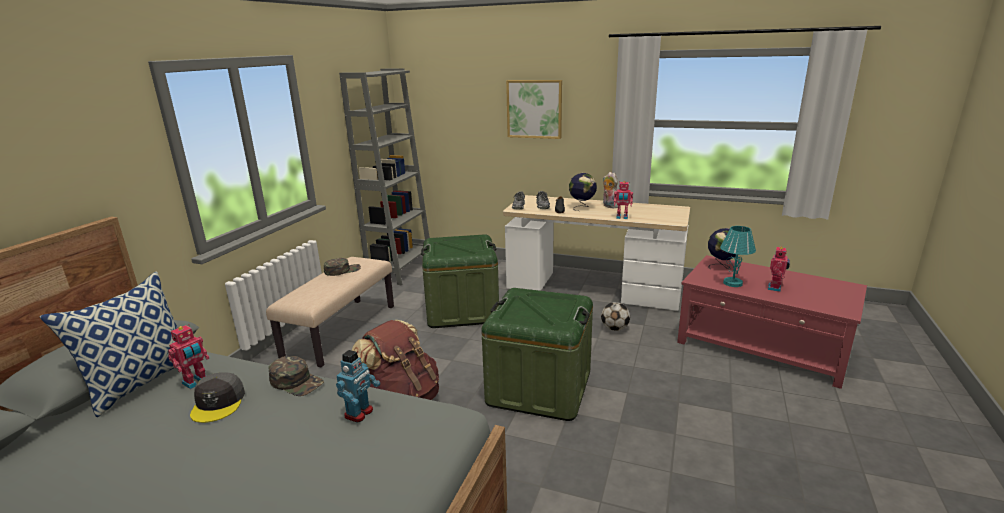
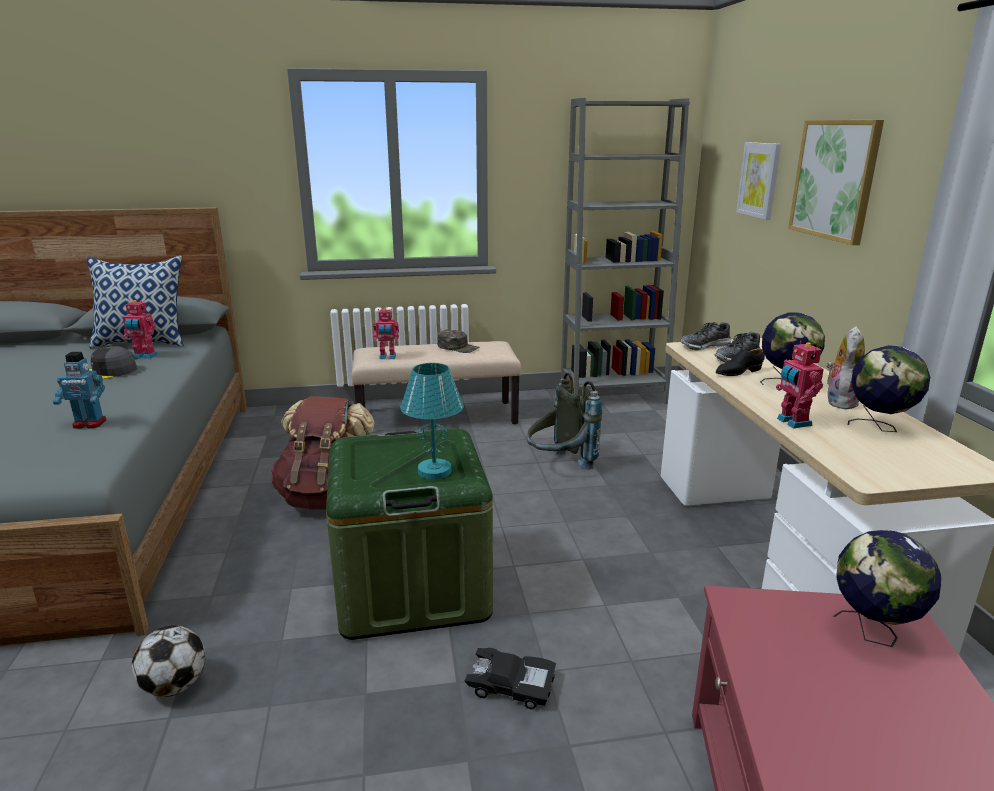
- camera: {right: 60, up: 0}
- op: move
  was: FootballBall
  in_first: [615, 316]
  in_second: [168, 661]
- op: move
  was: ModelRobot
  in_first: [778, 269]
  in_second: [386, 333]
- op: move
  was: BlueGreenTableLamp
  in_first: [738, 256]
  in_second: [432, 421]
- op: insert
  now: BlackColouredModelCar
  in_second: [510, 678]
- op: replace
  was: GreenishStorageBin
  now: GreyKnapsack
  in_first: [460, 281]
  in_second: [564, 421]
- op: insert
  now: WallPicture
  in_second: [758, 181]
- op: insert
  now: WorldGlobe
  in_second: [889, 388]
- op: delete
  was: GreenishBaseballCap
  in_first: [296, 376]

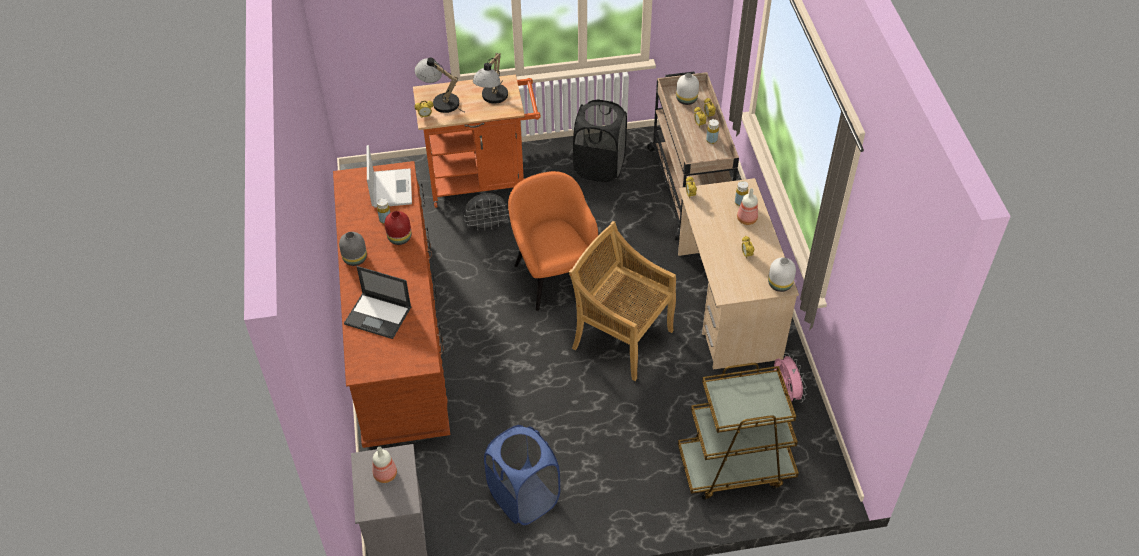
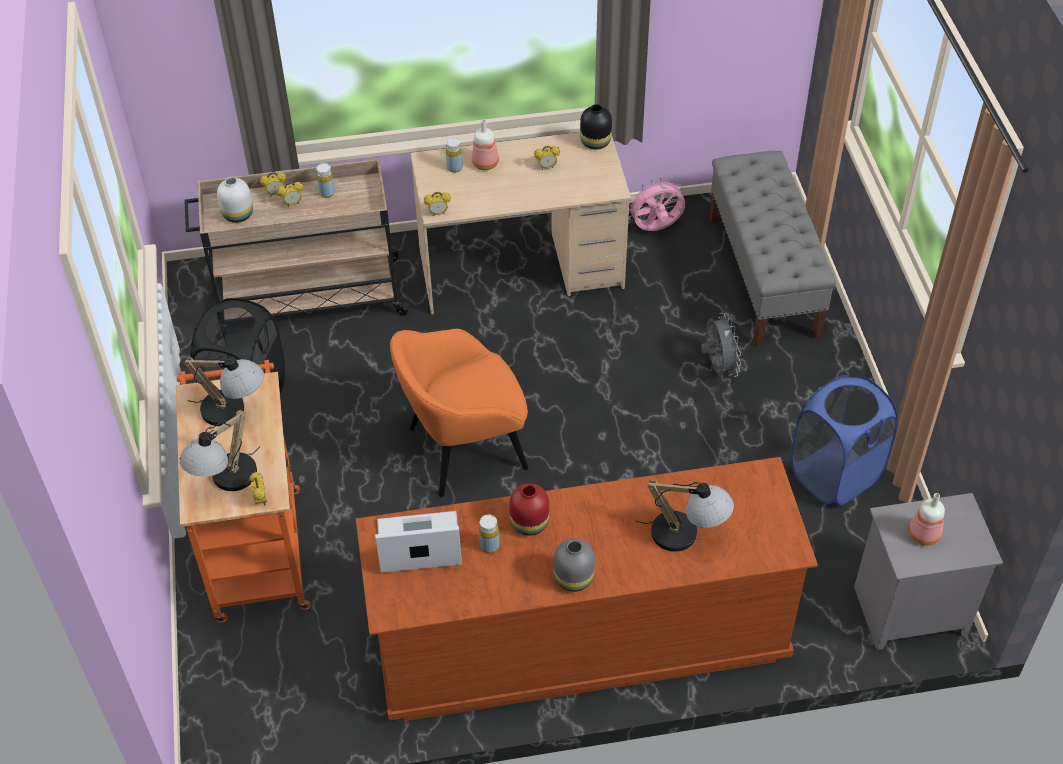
- camera: {right: -90, up: 0}
- op: recolor
  was: WhiteDecorativeVase
  now: BlackColouredDecorativeVase
  in_first: [782, 274]
  in_second: [596, 127]
- op: replace
  was: PortableComputer
  now: TableLamp
  in_first: [377, 302]
  in_second: [685, 516]
- op: move
  was: GreyCoolingFan
  in_first: [486, 211]
  in_second: [721, 345]
- op: replace
  was: BrownTrolley
  now: GreyLongSeat
  in_first: [738, 431]
  in_second: [773, 249]
- op: delete
  was: SandColouredPlainChair
  in_first: [622, 301]

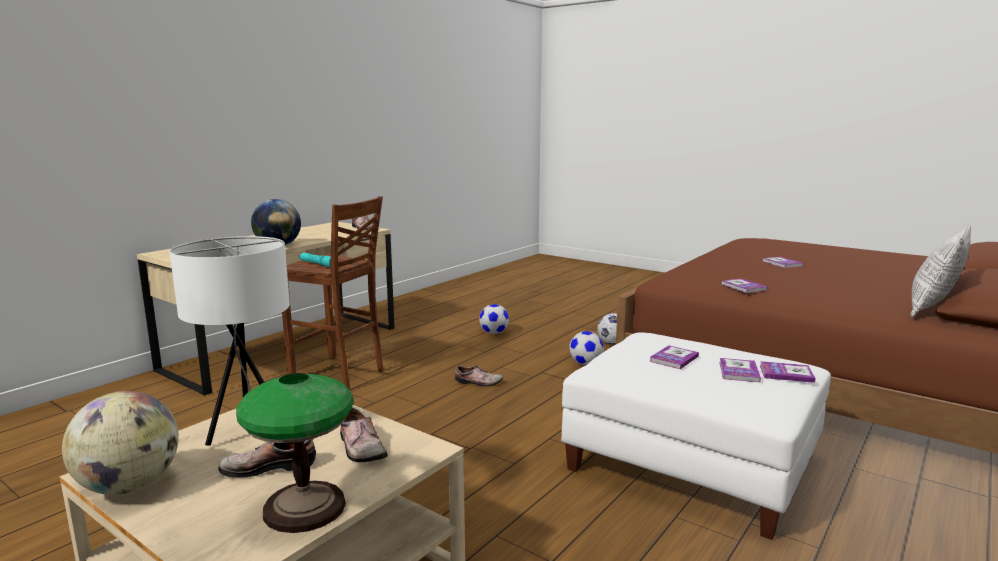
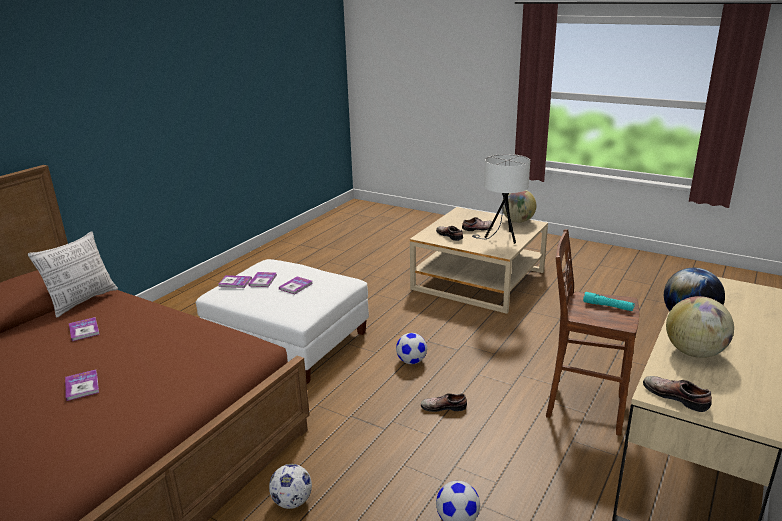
- camera: {right: 175, up: 10}
- op: move
  was: BoundBook
  in_first: [744, 285]
  in_second: [84, 329]
- op: move
  was: FootballBall
  in_first: [586, 348]
  in_second: [411, 348]
- op: insert
  now: WorldGlobe
  in_second: [700, 327]
- op: delete
  was: TableLamp
  in_first: [295, 453]

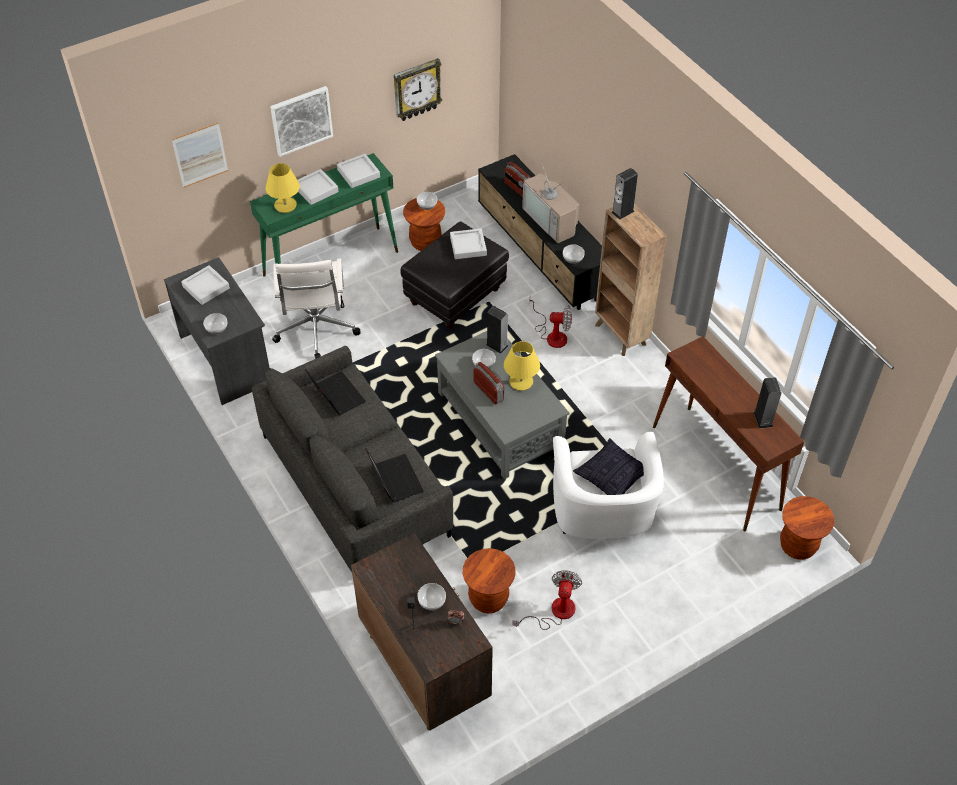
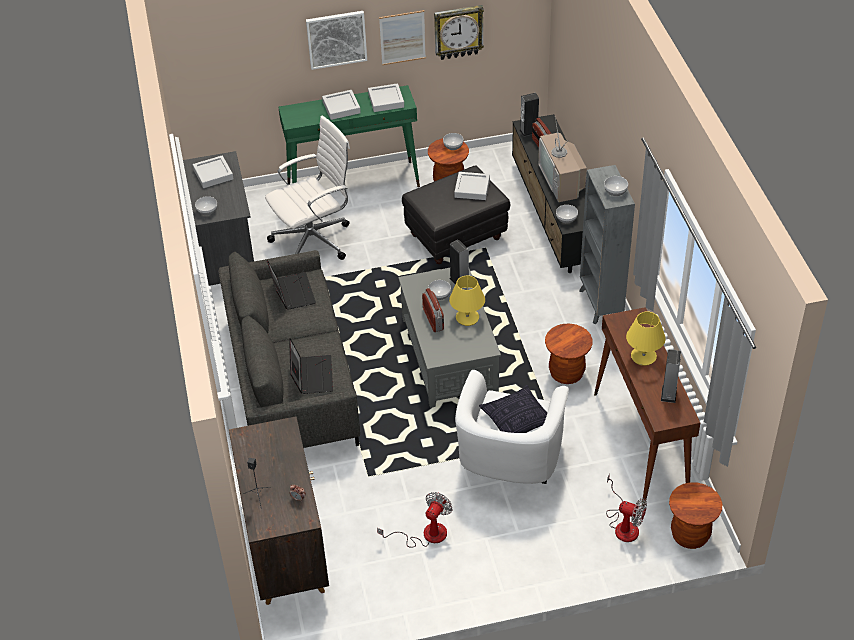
- camera: {right: 20, up: -5}
- op: rotate
  was: WhiteDeskChair
  in_first: [316, 308]
  in_second: [307, 188]
  clockwise: -135
- op: move
  was: WallPicture
  in_first: [200, 155]
  in_second: [402, 37]
- op: move
  was: Speaker
  in_first: [624, 193]
  in_second: [529, 115]
- op: move
  was: BrownStool
  in_first: [489, 580]
  in_second: [568, 354]
- op: recolor
  was: BrownShelvingUnit
  now: GreyShelvingUnit
  in_first: [631, 279]
  in_second: [607, 244]
- op: move
  was: Bowl
  in_first: [431, 596]
  in_second: [616, 186]
- op: move
  was: CoolingFan
  in_first: [550, 324]
  in_second: [626, 507]
- op: move
  was: YellowishTableLamp
  in_first: [282, 188]
  in_second: [646, 338]

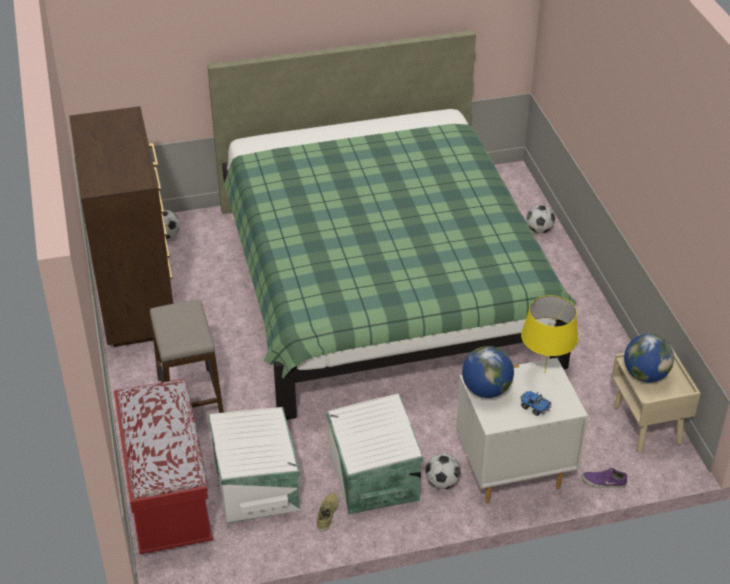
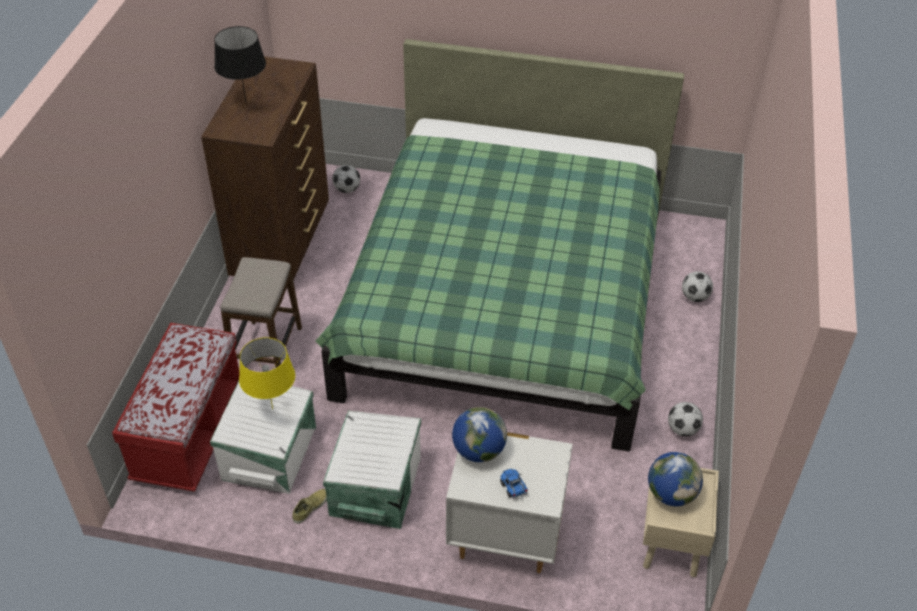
- camera: {right: 25, up: 5}
- op: insert
  now: BlackColouredTableLamp
  in_second: [240, 63]
- op: move
  was: YellowishTableLamp
  in_first: [549, 333]
  in_second: [267, 373]
- op: move
  was: FootballBall
  in_first: [443, 471]
  in_second: [685, 419]
- op: delete
  was: PurplishItemOfFootwear
  in_first: [604, 478]

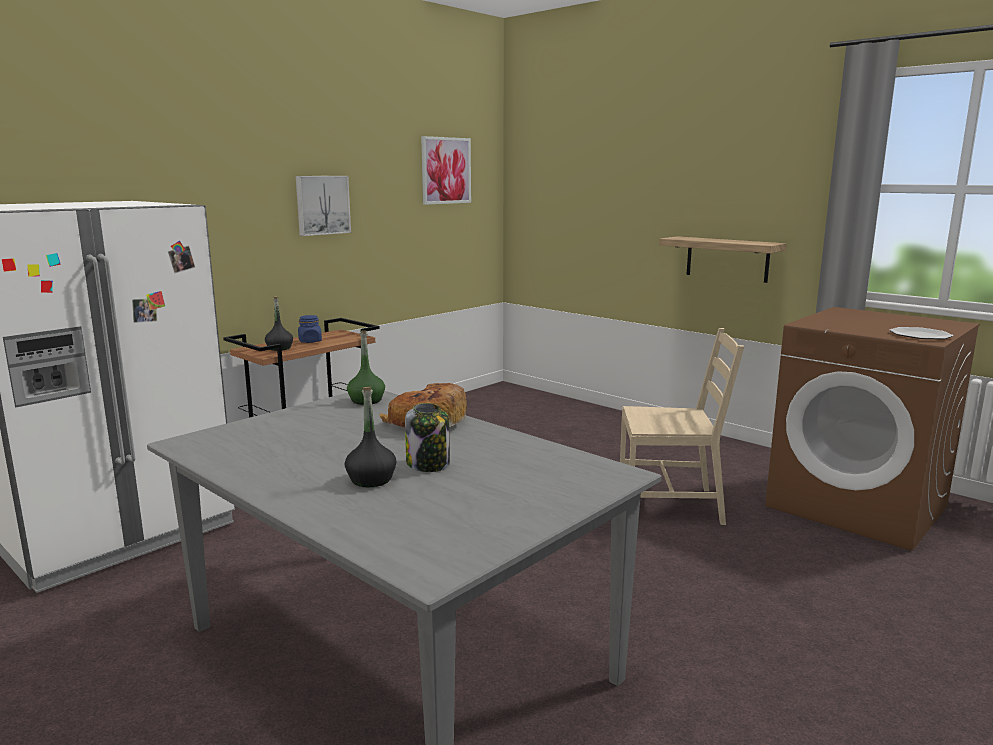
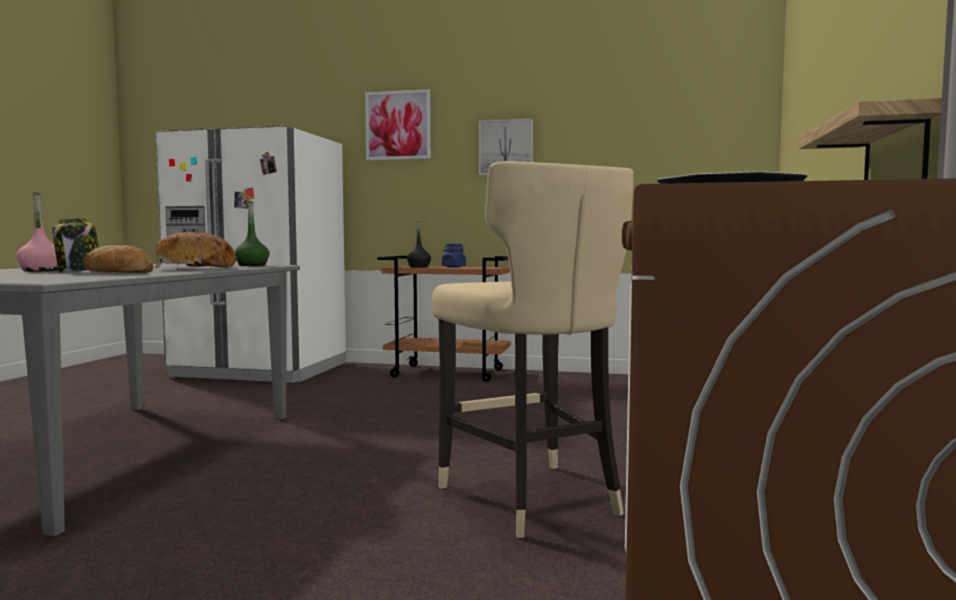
- camera: {right: 60, up: -10}
- op: recolor
  was: BlackColouredBottle
  now: PinkColouredBottle
  in_first: [370, 437]
  in_second: [37, 231]
- op: insert
  now: BakedBread
  in_second: [117, 259]
- op: move
  was: WallPicture
  in_first: [446, 170]
  in_second: [398, 125]
- op: replace
  was: SandColouredPlainChair
  now: SandColouredStool
  in_first: [682, 426]
  in_second: [532, 349]

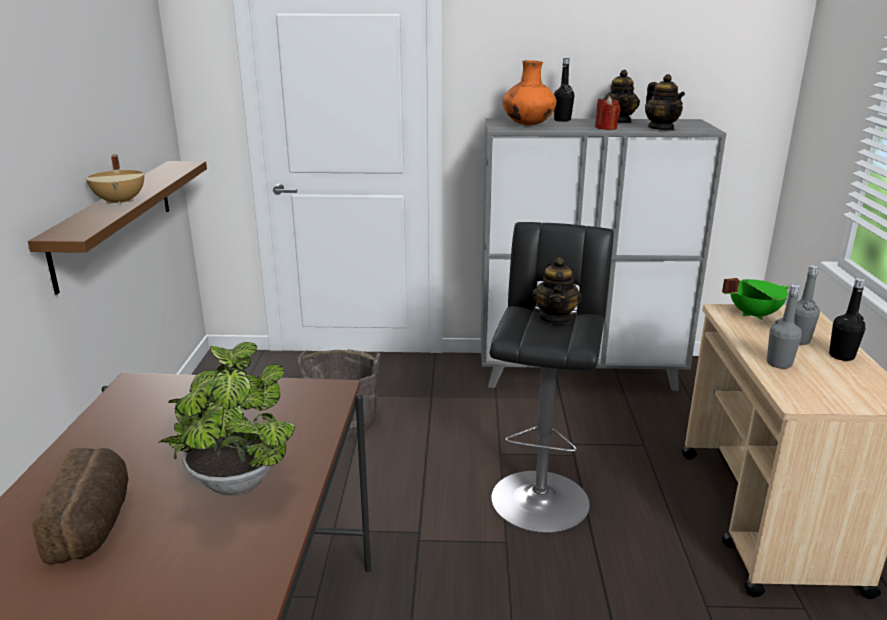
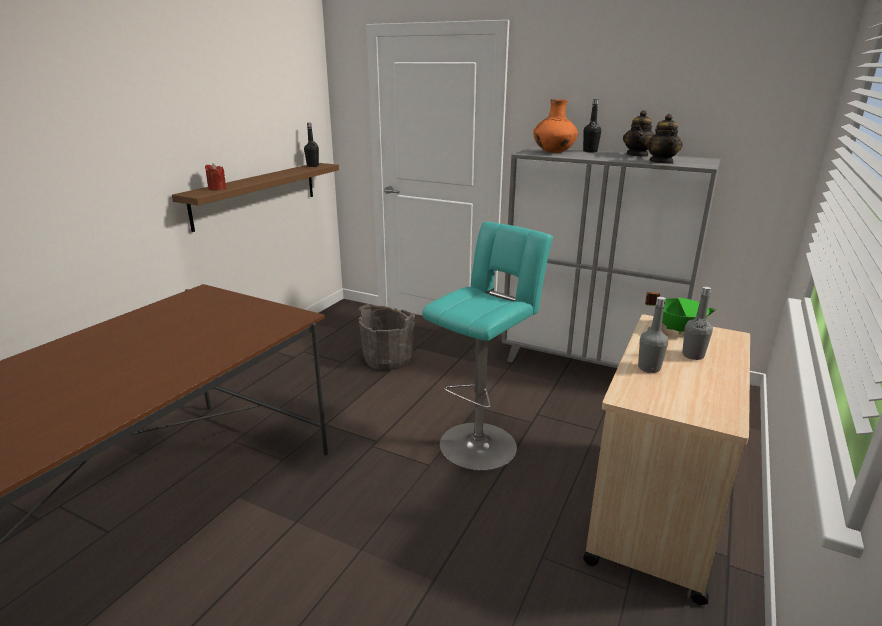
- camera: {right: 25, up: 0}
- op: move
  was: RedWaxCandle
  in_first: [607, 113]
  in_second: [215, 177]
- op: move
  was: BlackColouredBottle
  in_first: [847, 319]
  in_second: [311, 145]
- op: recolor
  was: BlackColouredStool
  now: BlueGreenStool
  in_first: [551, 377]
  in_second: [487, 346]
- op: delete
  was: BakedBread
  in_first: [80, 506]
- op: delete
  was: SandColouredSaucepot
  in_first: [115, 180]
- op: delete
  was: PottedPlant
  in_first: [226, 418]
- op: delete
  was: Teapot
  in_first: [557, 291]

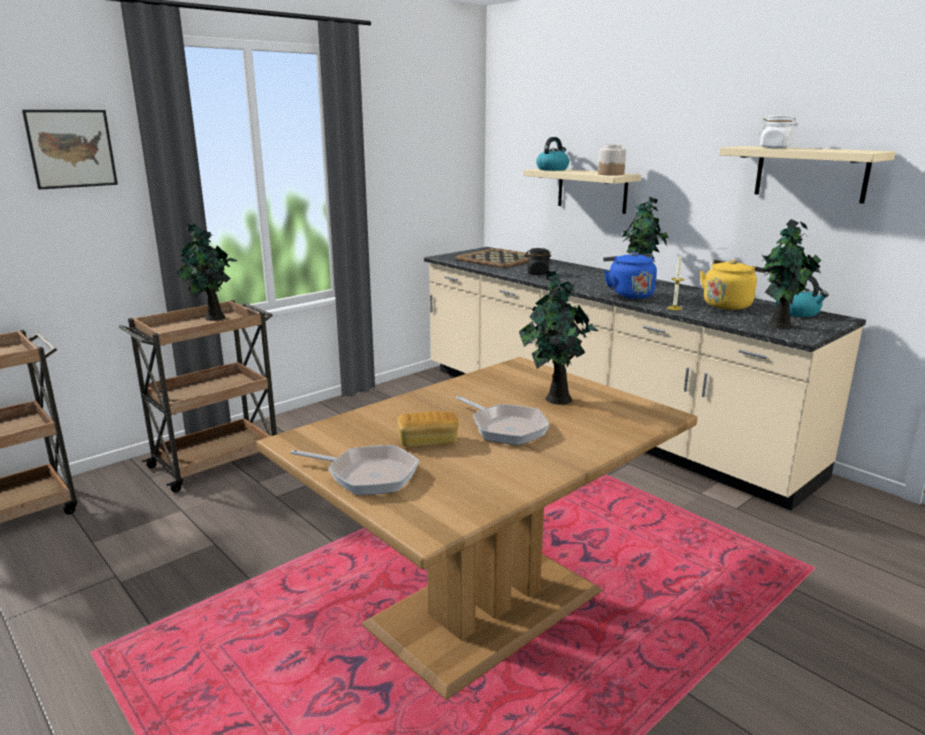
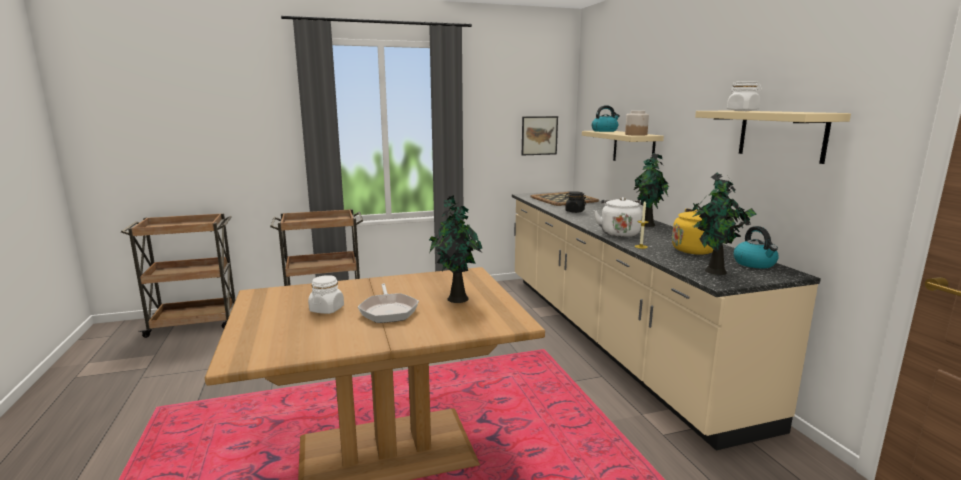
- camera: {right: 25, up: -5}
- op: replace
  was: BakedBread
  now: WhiteStorageJar
  in_first: [428, 429]
  in_second: [326, 294]
- op: move
  was: WallPicture
  in_first: [70, 150]
  in_second: [540, 135]
- op: recolor
  was: BlueColouredWaterKettle
  now: WhiteWaterKettle
  in_first: [630, 276]
  in_second: [618, 217]
- op: delete
  was: PottedPlant
  in_first: [206, 272]
- op: delete
  was: Skillet
  in_first: [355, 470]

